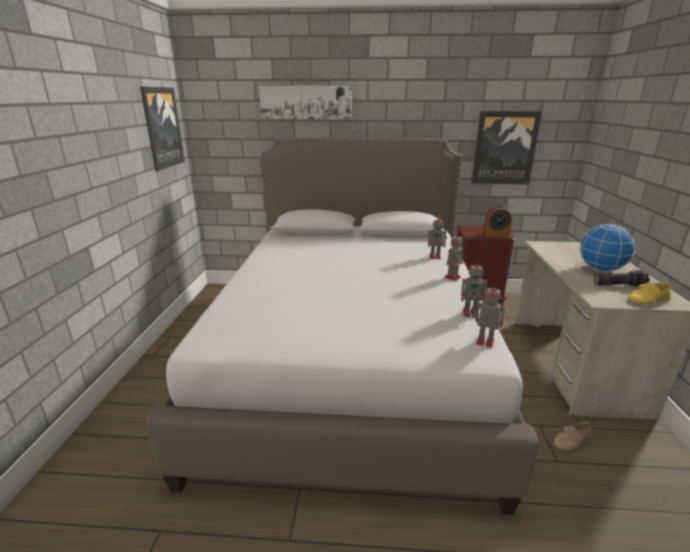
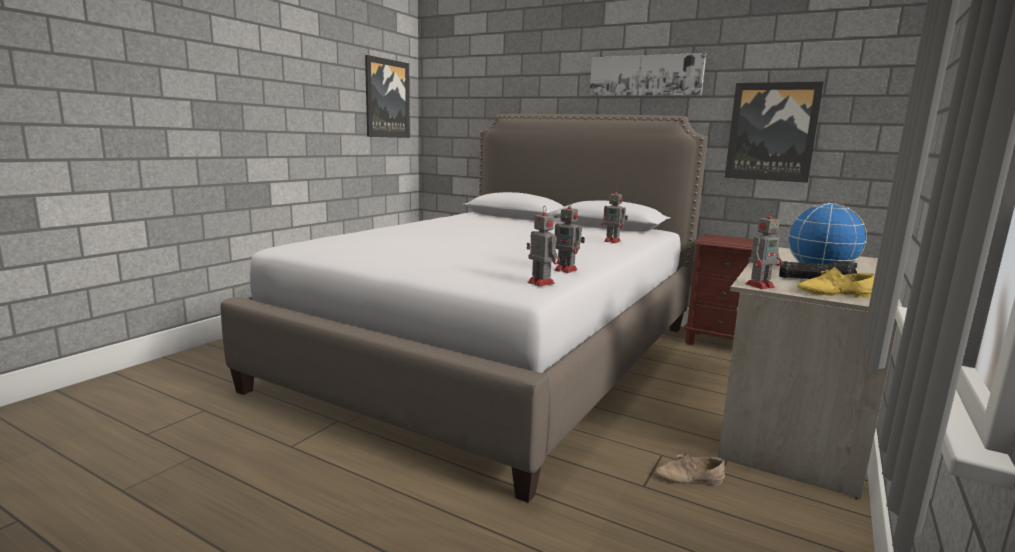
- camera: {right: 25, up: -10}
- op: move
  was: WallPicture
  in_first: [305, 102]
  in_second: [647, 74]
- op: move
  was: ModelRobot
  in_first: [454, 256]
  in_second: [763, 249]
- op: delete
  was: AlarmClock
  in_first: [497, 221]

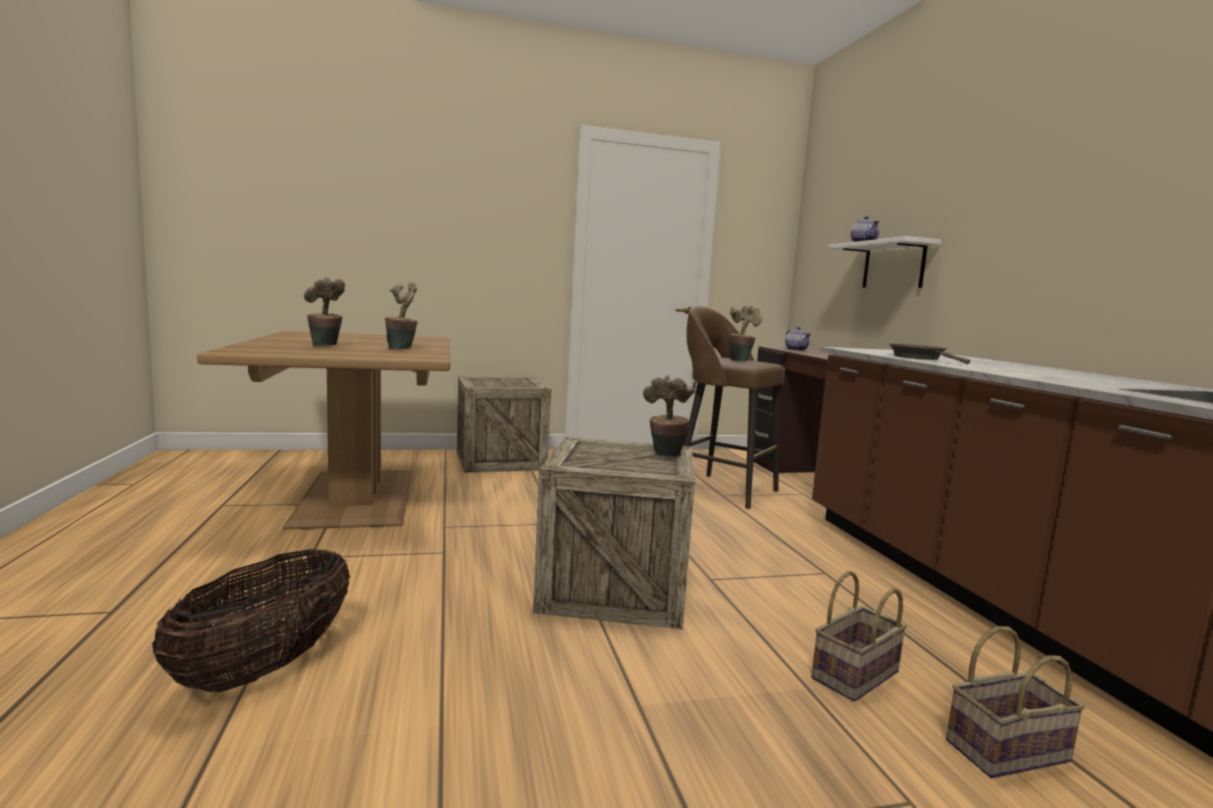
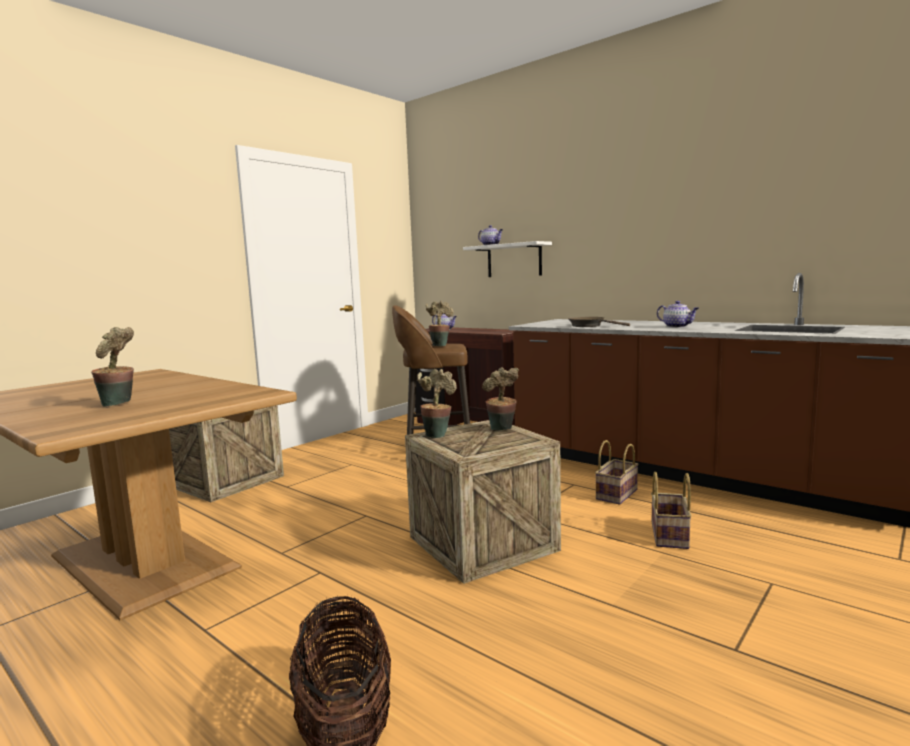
- camera: {right: -35, up: 0}
- op: move
  was: PottedPlant
  in_first: [401, 316]
  in_second: [437, 403]
- op: move
  was: HouseholdBasket
  in_first: [1015, 702]
  in_second: [617, 472]
- op: insert
  now: Teapot
  in_second: [678, 314]

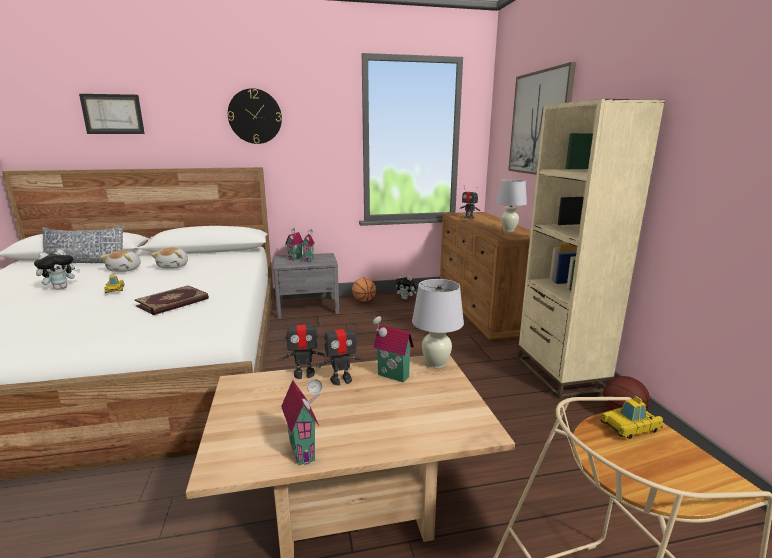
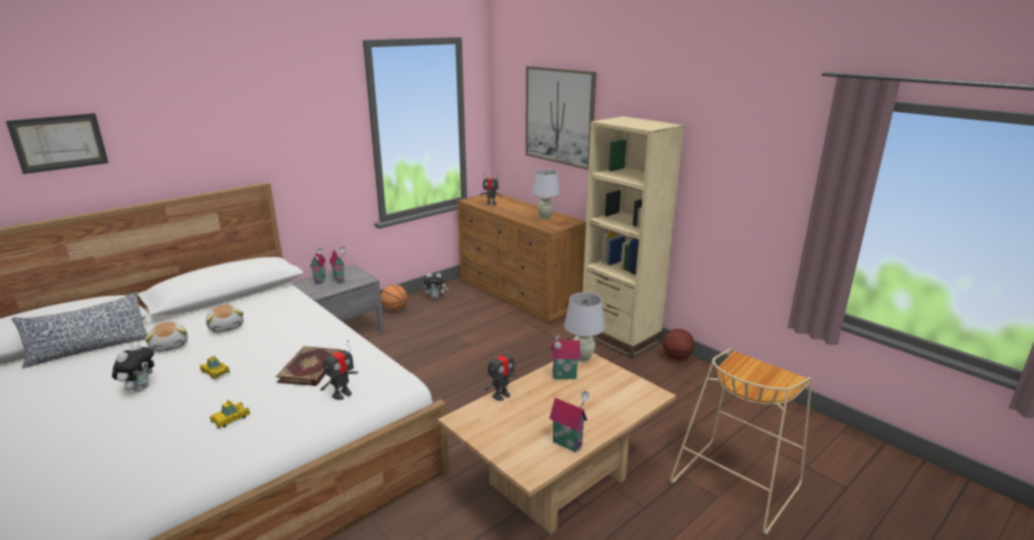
- camera: {right: -30, up: 5}
- op: move
  was: ModelCar
  in_first: [631, 417]
  in_second: [230, 414]
- op: move
  was: ModelRobot
  in_first: [340, 351]
  in_second: [339, 370]
- op: delete
  was: ClockOnTheWall
  in_first: [255, 116]

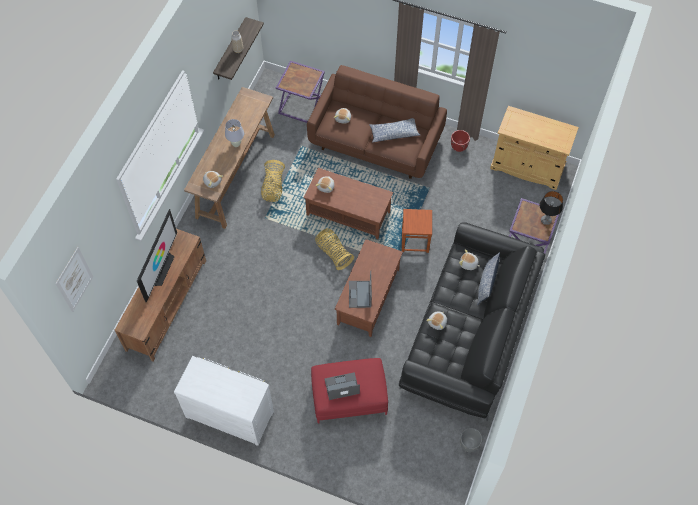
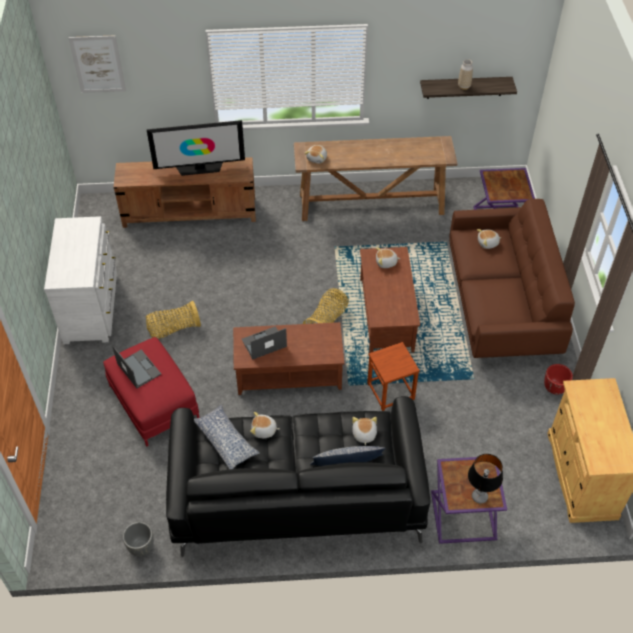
- camera: {right: 65, up: -10}
- op: move
  was: HouseholdBasket
  in_first: [273, 181]
  in_second: [173, 319]
- op: move
  was: ThrowPillow
  in_first: [394, 130]
  in_second: [227, 437]
- op: delete
  was: WhiteTableLamp
  in_first: [234, 133]

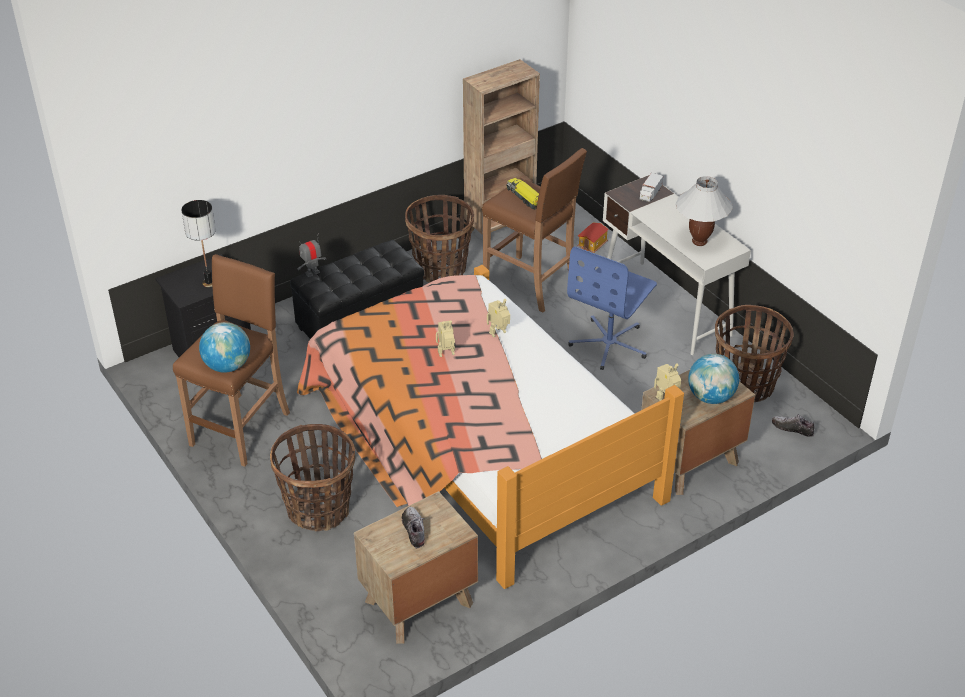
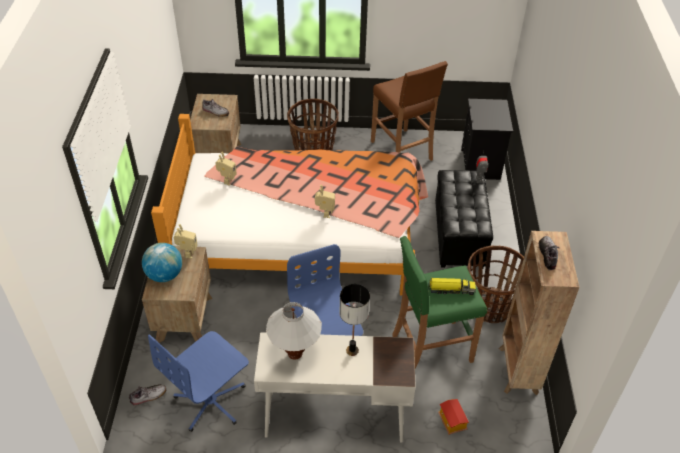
- camera: {right: 125, up: 5}
- op: replace
  was: HouseholdBasket
  now: BlueColouredDeskChair
  in_first: [754, 353]
  in_second: [198, 381]
- op: move
  was: ModelRobot
  in_first: [445, 338]
  in_second: [226, 169]
- op: move
  was: TableLamp
  in_first: [198, 243]
  in_second: [354, 320]
- op: recolor
  was: BrownStool
  now: GreenishStool
  in_first: [534, 230]
  in_second: [439, 302]
- op: insert
  now: ItemOfFootwear
  in_second: [549, 253]
- op: delete
  was: WorldGlobe
  in_first: [224, 347]
- op: delete
  was: ToyTruck
  in_first: [651, 187]

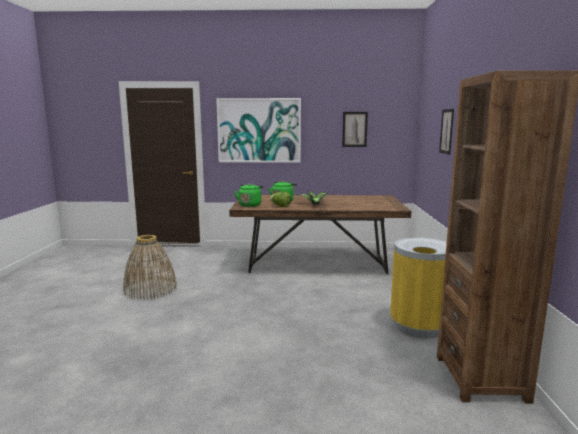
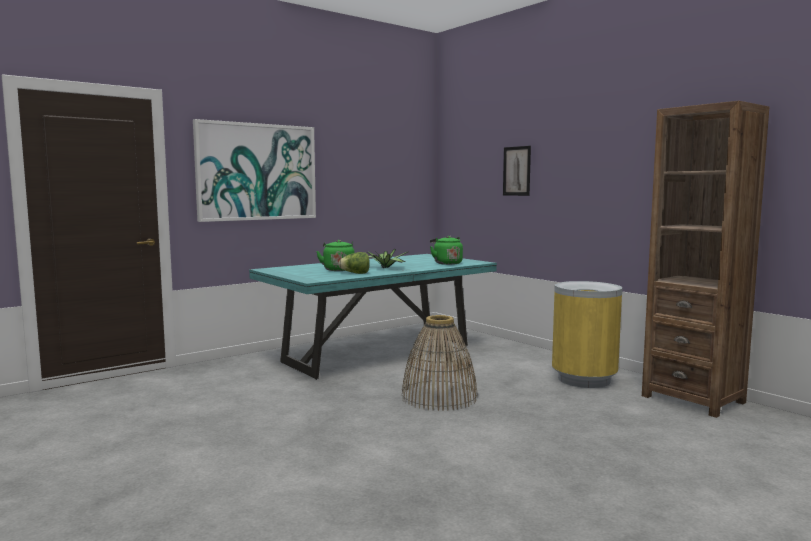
- camera: {right: -40, up: -5}
- op: recolor
  was: BrownKitchenTable
  now: BlueGreenKitchenTable
  in_first: [320, 234]
  in_second: [373, 317]
- op: move
  was: HouseholdBasket
  in_first: [150, 267]
  in_second: [439, 363]
- op: move
  was: GreenishWaterKettle
  in_first: [249, 195]
  in_second: [446, 250]
- op: delete
  was: WallPicture
  in_first: [355, 129]

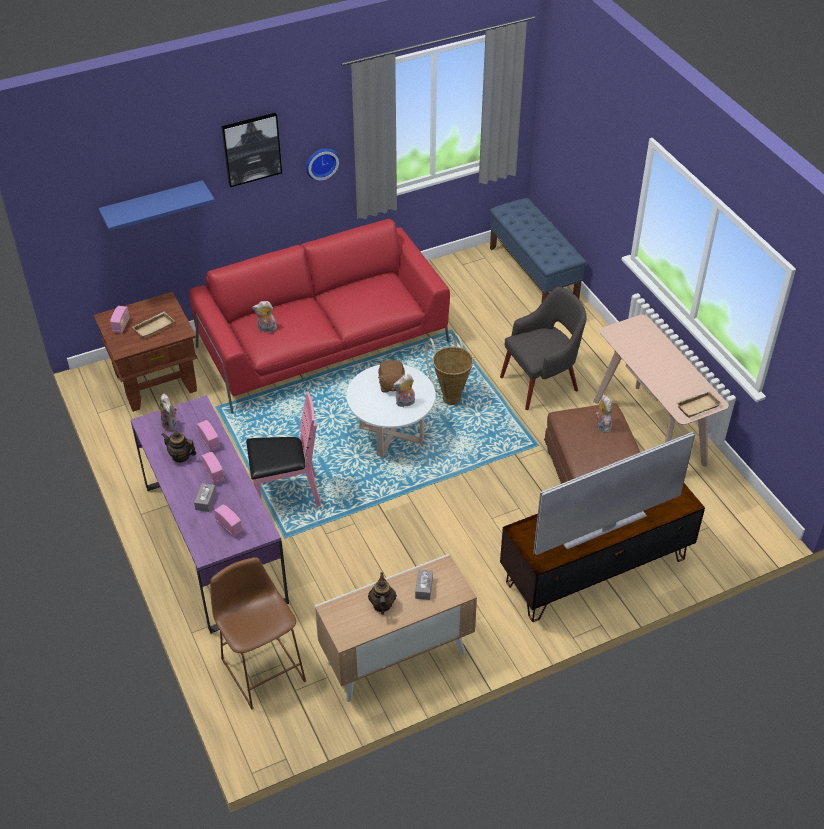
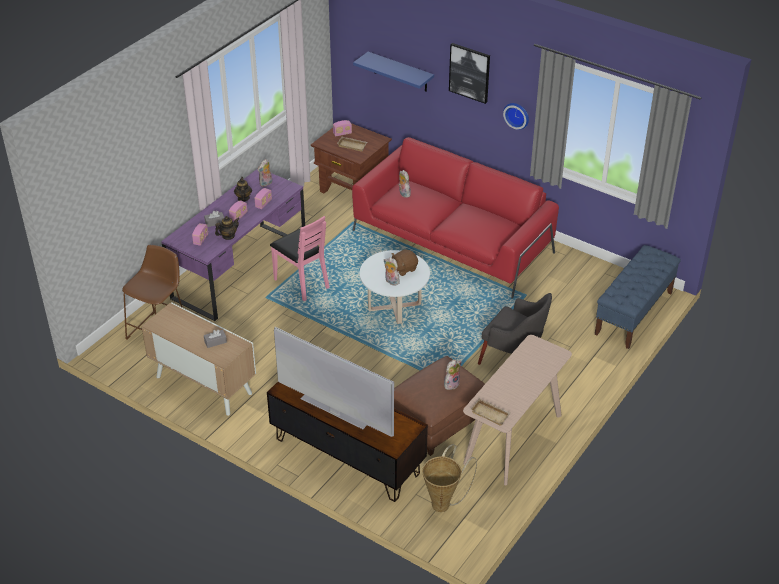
- camera: {right: 60, up: -5}
- op: move
  was: Teapot
  in_first: [382, 593]
  in_second: [227, 228]
- op: move
  was: HouseholdBasket
  in_first: [449, 369]
  in_second: [449, 478]

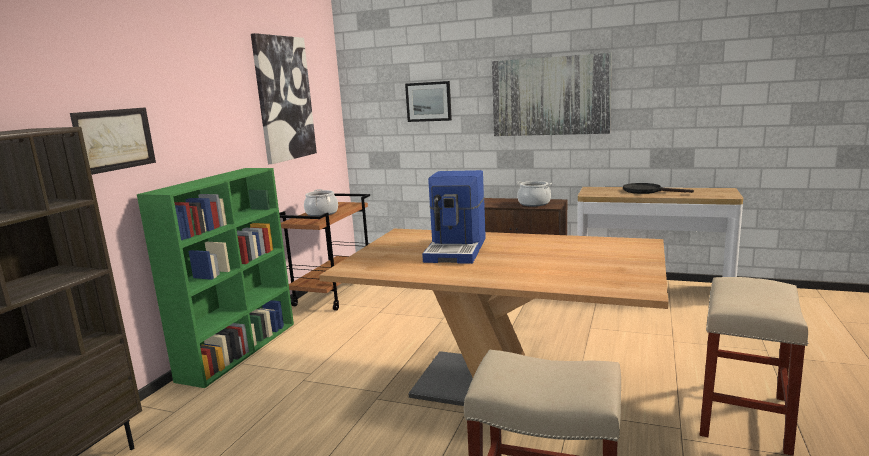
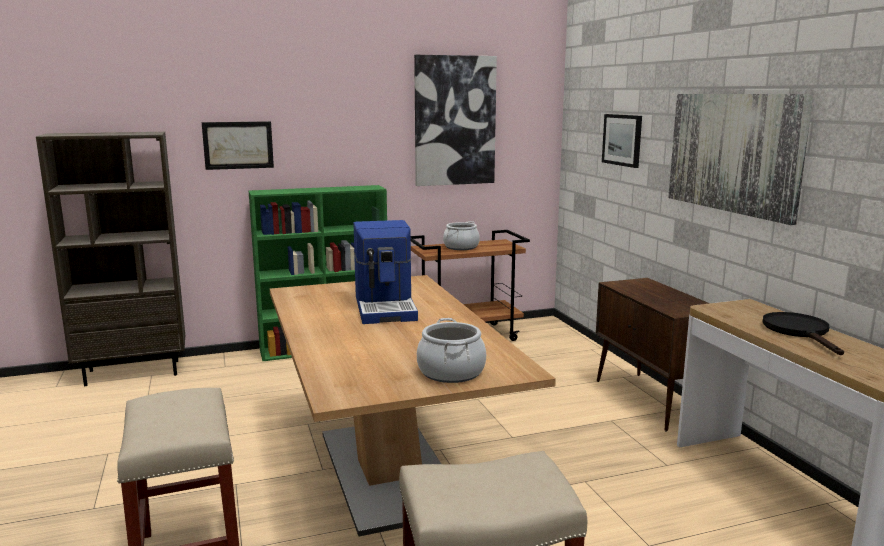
- camera: {right: 50, up: 0}
- op: rotate
  was: CoffeeMaker
  in_first: [454, 217]
  in_second: [385, 272]
  clockwise: -75
- op: move
  was: Saucepot
  in_first: [534, 193]
  in_second: [451, 350]

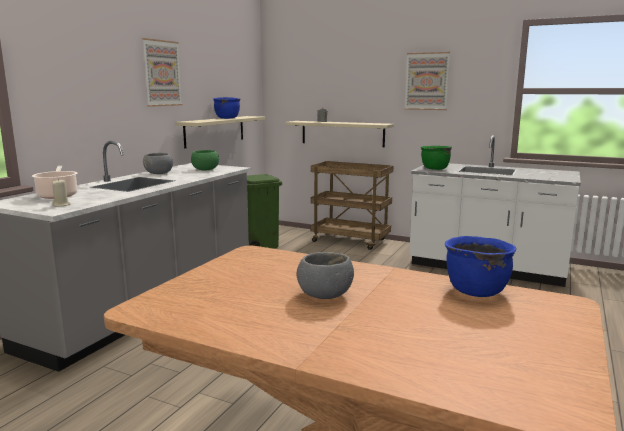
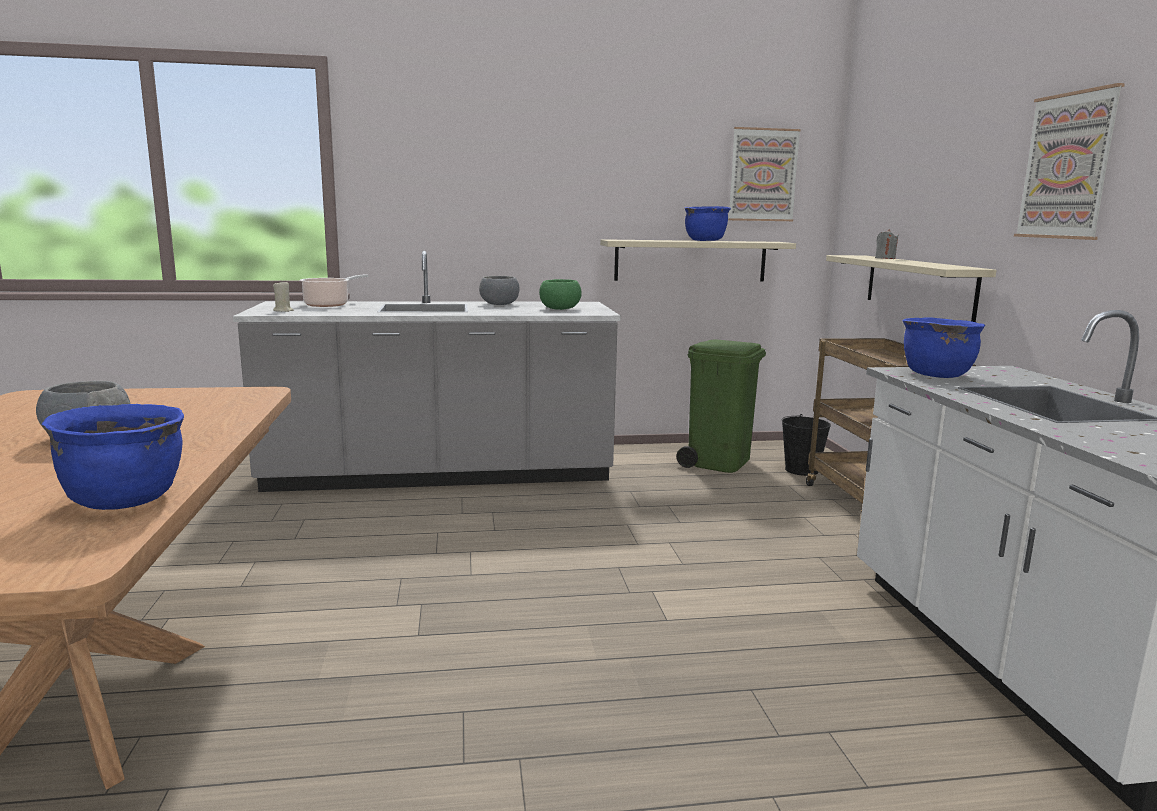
- camera: {right: 55, up: 0}
- op: move
  was: WallPicture
  in_first: [162, 72]
  in_second: [764, 174]
- op: insert
  now: BlackColouredBucket
  in_second: [806, 445]
- op: recolor
  was: GreenishSaucepot
  now: BlueColouredSaucepot
  in_first: [436, 158]
  in_second: [944, 347]

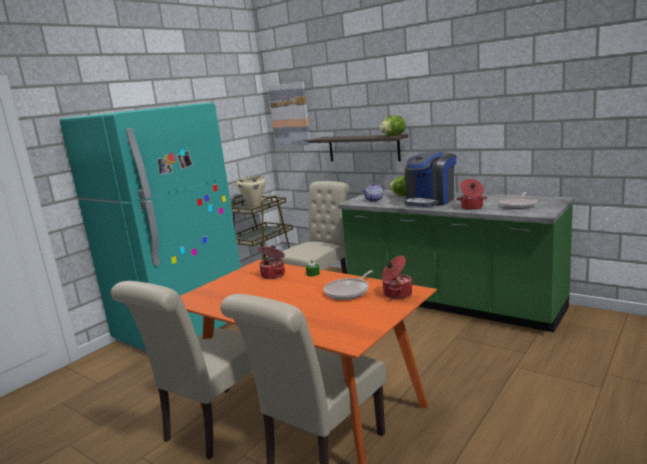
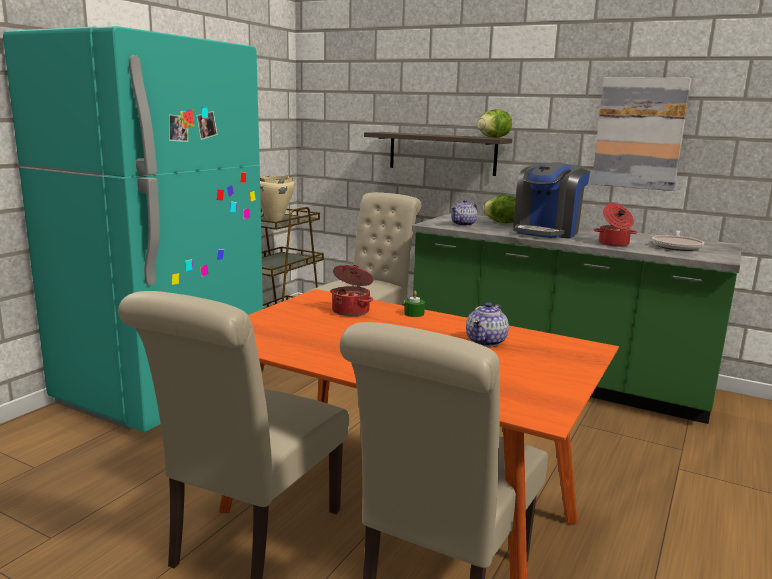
- camera: {right: -10, up: 0}
- op: replace
  was: Skillet
  now: Teapot
  in_first: [348, 285]
  in_second: [487, 324]
- op: move
  was: WallPicture
  in_first: [289, 113]
  in_second: [641, 134]
- op: delete
  was: Saucepot
  in_first: [397, 277]

